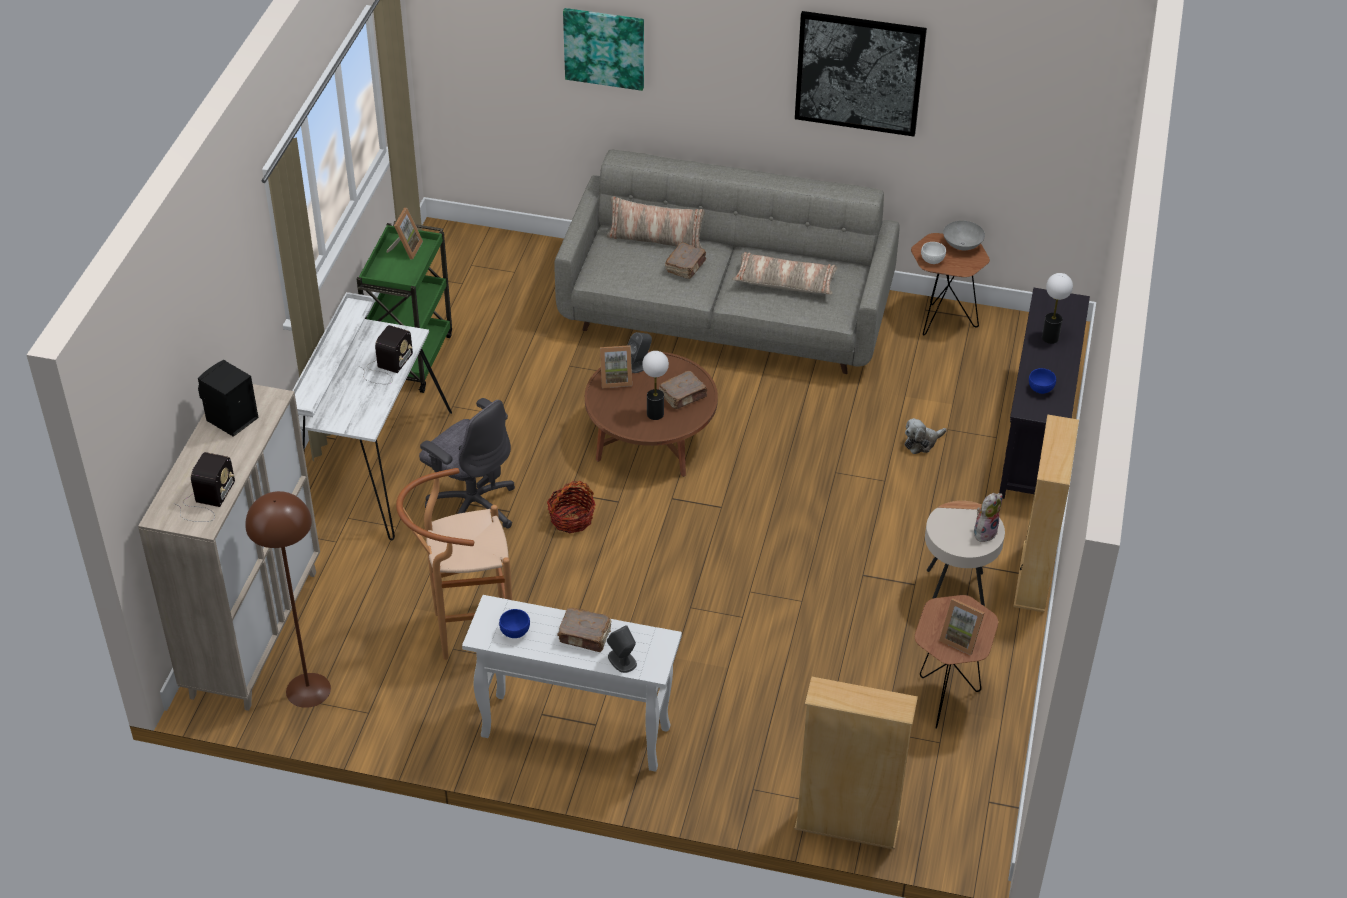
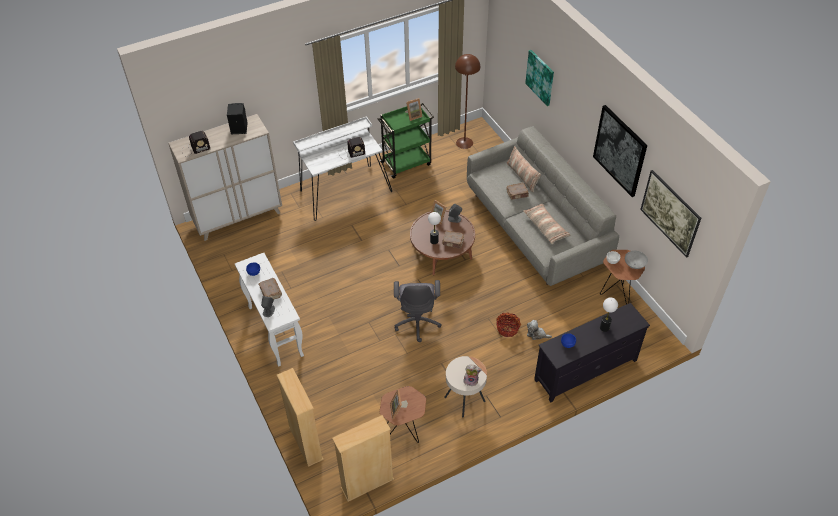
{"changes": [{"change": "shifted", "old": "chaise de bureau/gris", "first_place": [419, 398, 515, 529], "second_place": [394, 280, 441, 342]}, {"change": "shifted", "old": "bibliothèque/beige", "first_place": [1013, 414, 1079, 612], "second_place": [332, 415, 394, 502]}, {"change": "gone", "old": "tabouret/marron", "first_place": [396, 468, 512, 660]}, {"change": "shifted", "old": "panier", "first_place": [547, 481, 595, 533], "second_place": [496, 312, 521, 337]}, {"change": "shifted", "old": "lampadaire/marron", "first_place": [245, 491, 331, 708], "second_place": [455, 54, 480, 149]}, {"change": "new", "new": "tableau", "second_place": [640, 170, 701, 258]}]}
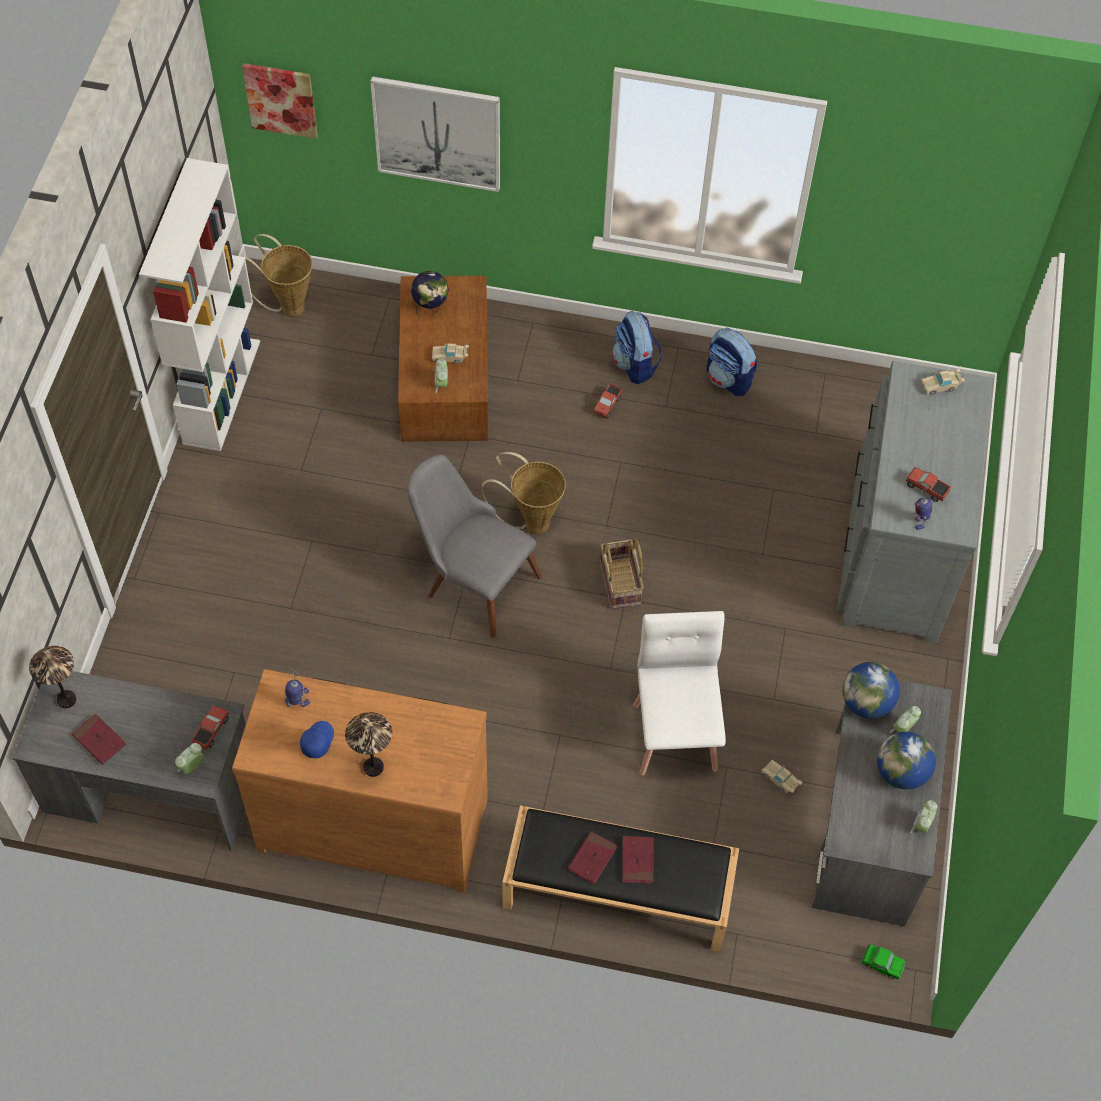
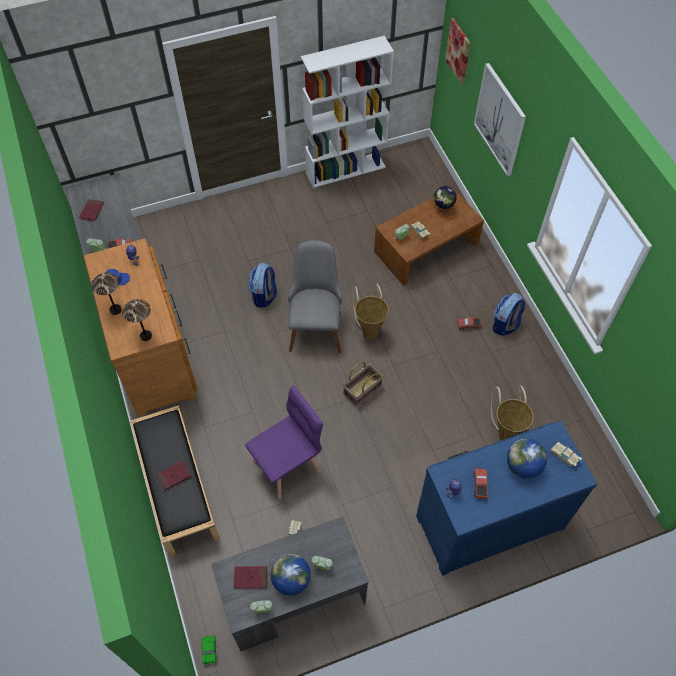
{"changes": [{"change": "shifted", "old": "panier", "first_place": [242, 234, 313, 317], "second_place": [490, 385, 533, 440]}, {"change": "shifted", "old": "sac à dos", "first_place": [706, 328, 757, 396], "second_place": [248, 263, 277, 307]}, {"change": "repainted", "old": "commode/gris", "new": "commode/bleu", "first_place": [837, 361, 993, 643], "second_place": [416, 421, 597, 576]}, {"change": "repainted", "old": "chaise/blanc", "new": "chaise/violet", "first_place": [633, 611, 726, 775], "second_place": [245, 385, 323, 499]}, {"change": "shifted", "old": "lampe de table", "first_place": [29, 646, 76, 708], "second_place": [122, 299, 152, 341]}, {"change": "shifted", "old": "globe", "first_place": [842, 662, 900, 718], "second_place": [507, 439, 547, 478]}, {"change": "shifted", "old": "livre/rouge", "first_place": [567, 831, 618, 884], "second_place": [234, 566, 267, 589]}]}
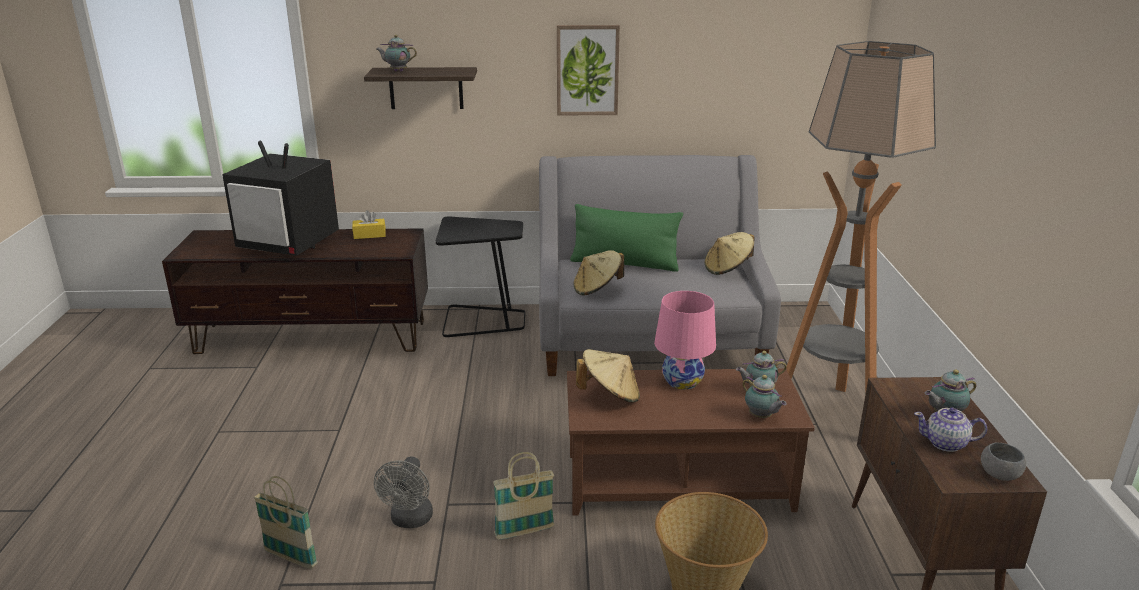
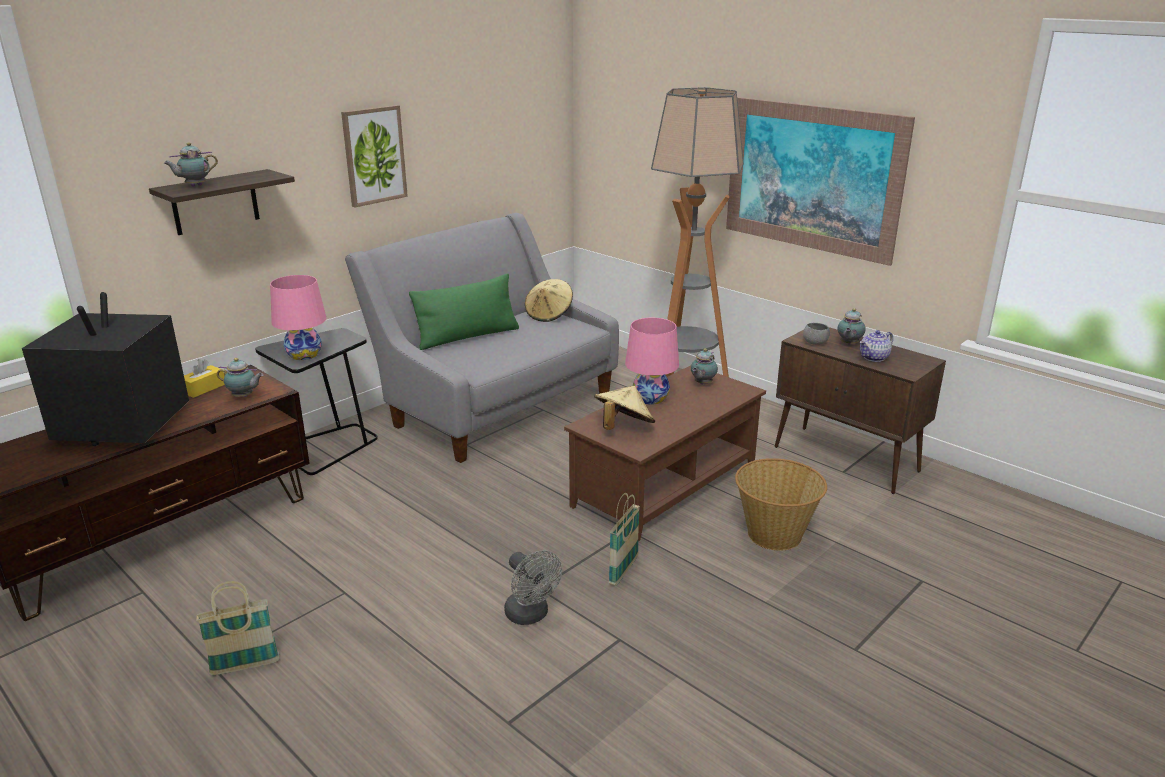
{"changes": [{"change": "rotated", "old": "téléviseur", "first_place": [222, 140, 339, 256], "second_place": [22, 292, 189, 446], "degrees": 120}, {"change": "gone", "old": "chapeau/beige", "first_place": [574, 250, 624, 296]}, {"change": "shifted", "old": "théière", "first_place": [743, 375, 786, 418], "second_place": [217, 358, 263, 397]}, {"change": "shifted", "old": "bol/gris", "first_place": [981, 443, 1026, 481], "second_place": [803, 323, 830, 345]}, {"change": "shifted", "old": "panier", "first_place": [254, 476, 318, 569], "second_place": [196, 581, 279, 675]}, {"change": "new", "new": "tableau", "second_place": [726, 97, 915, 266]}, {"change": "new", "new": "lampe de table/rose", "second_place": [270, 275, 327, 360]}]}
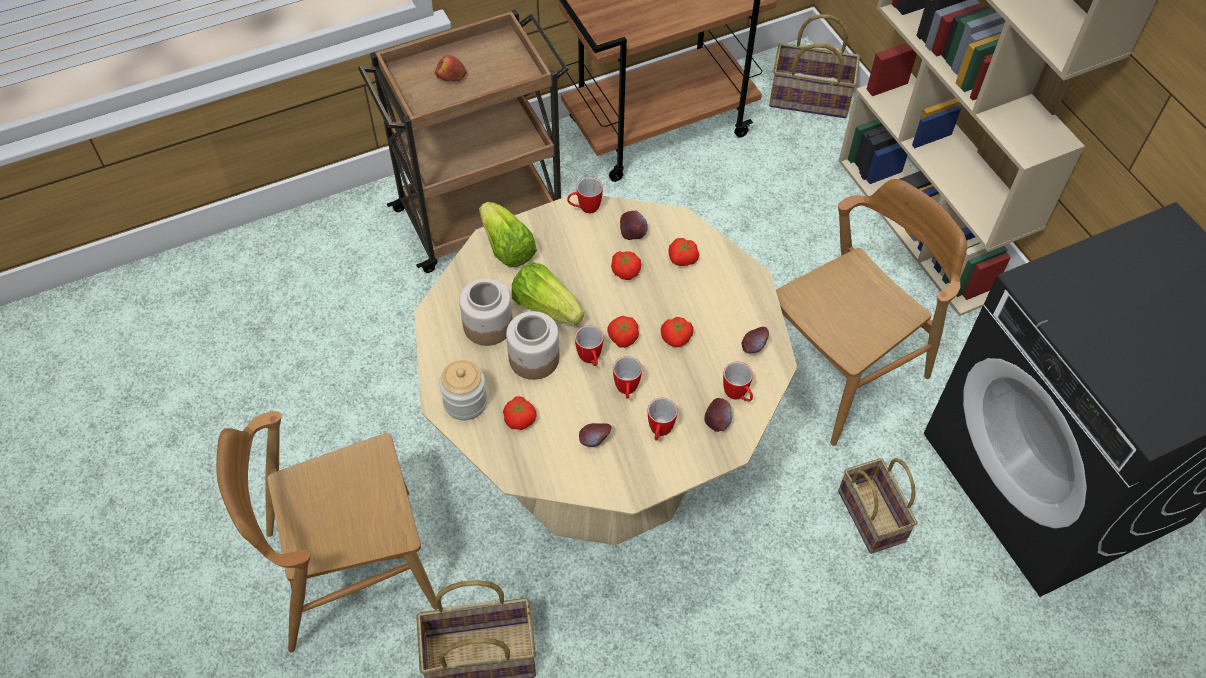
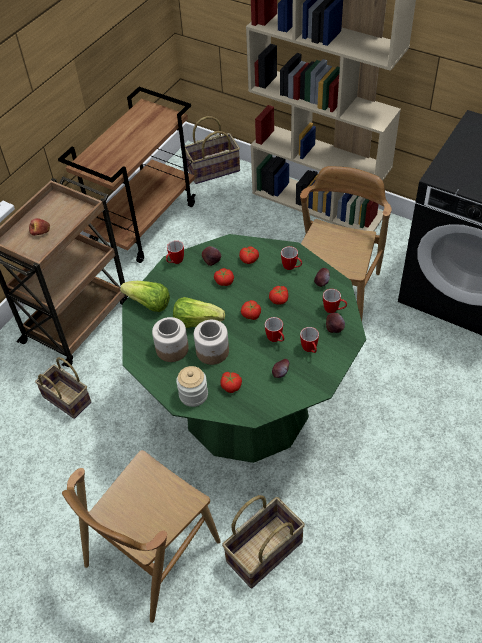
{"changes": [{"change": "repainted", "old": "table à manger/beige", "new": "table à manger/vert", "first_place": [414, 195, 797, 545], "second_place": [122, 234, 366, 463]}, {"change": "shifted", "old": "mug", "first_place": [575, 325, 604, 366], "second_place": [281, 246, 302, 270]}, {"change": "shifted", "old": "panier", "first_place": [838, 458, 917, 554], "second_place": [35, 357, 91, 419]}]}
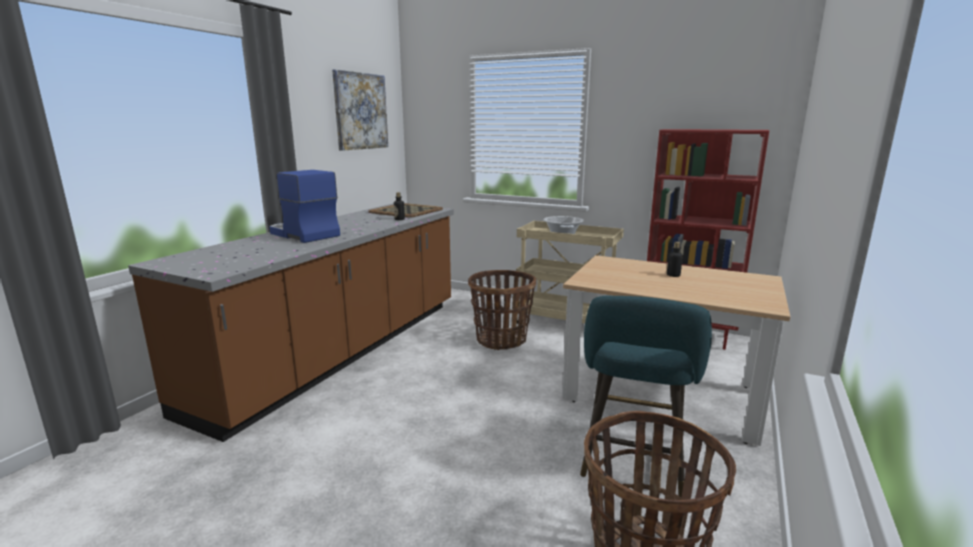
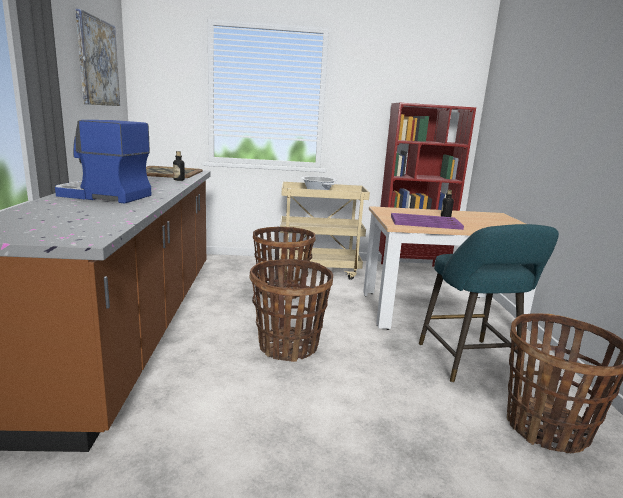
{"changes": [{"change": "new", "new": "plateau/violet", "second_place": [391, 213, 464, 230]}, {"change": "new", "new": "panier", "second_place": [249, 259, 333, 362]}]}
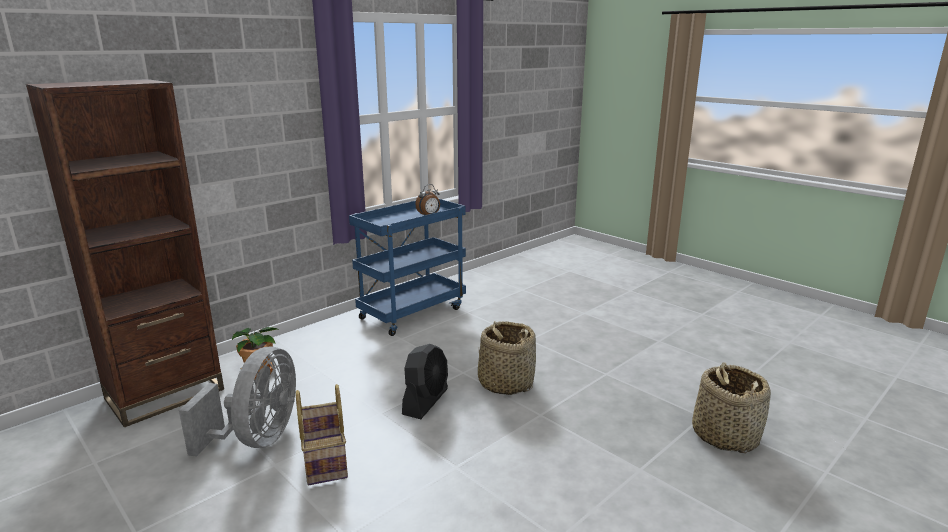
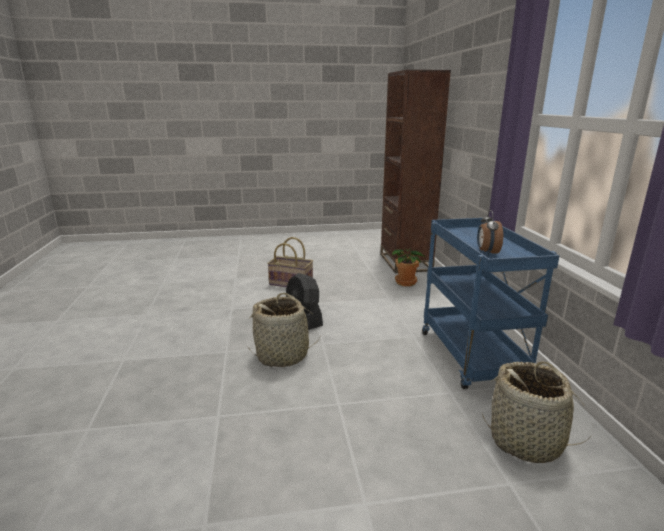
{"changes": [{"change": "gone", "old": "ventilateur/gris", "first_place": [179, 346, 296, 457]}, {"change": "shifted", "old": "panier", "first_place": [692, 363, 771, 453], "second_place": [482, 362, 592, 463]}]}
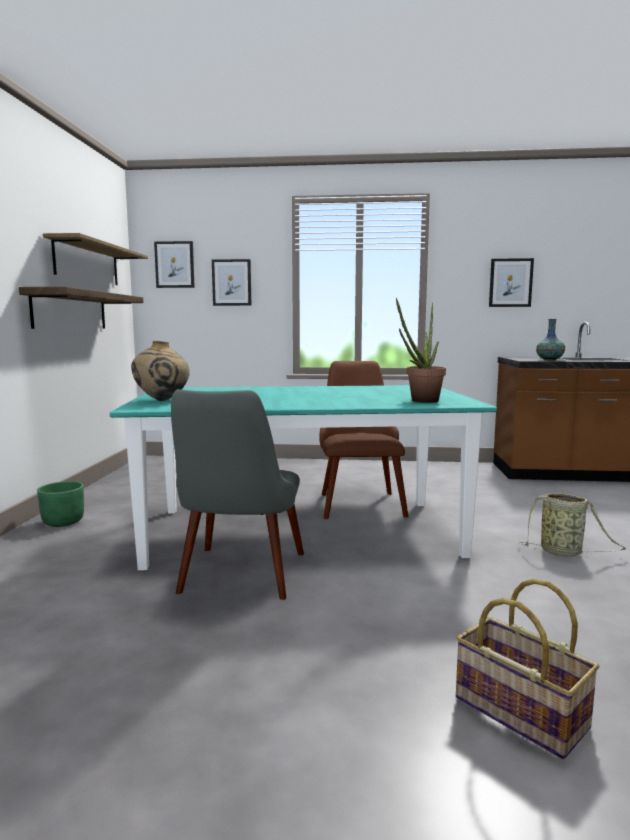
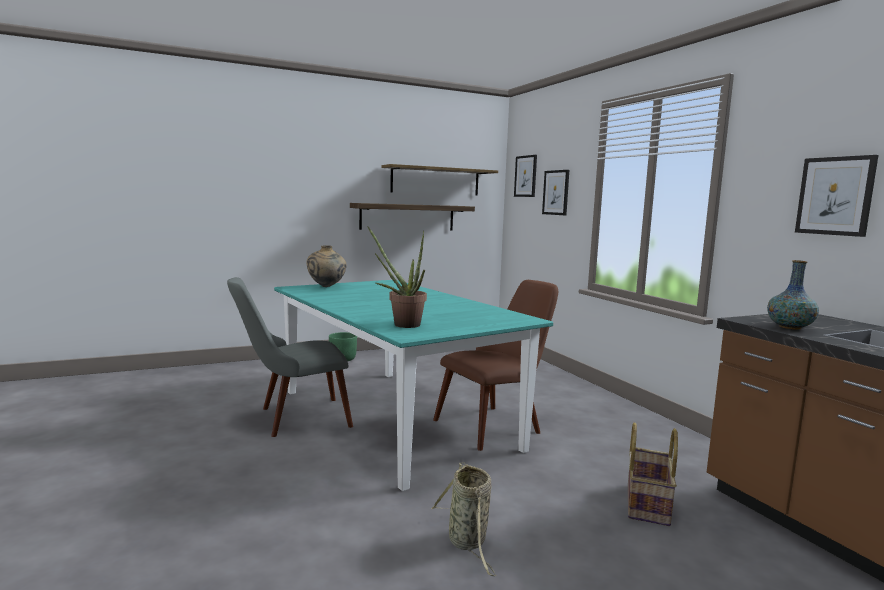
{"changes": [{"change": "shifted", "old": "panier", "first_place": [456, 578, 600, 759], "second_place": [628, 423, 678, 526]}]}
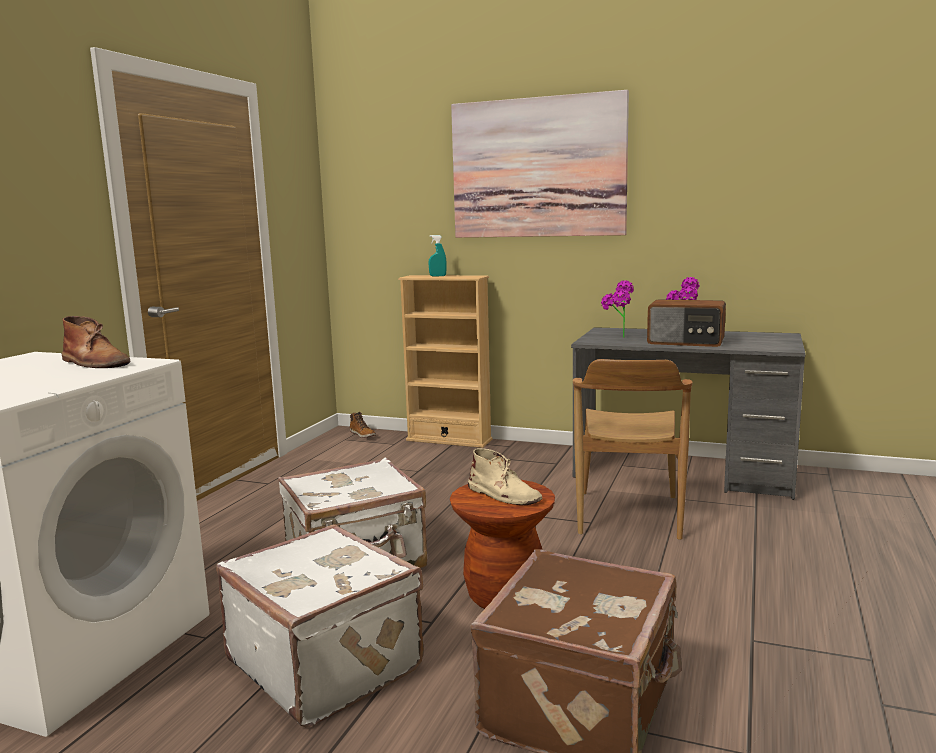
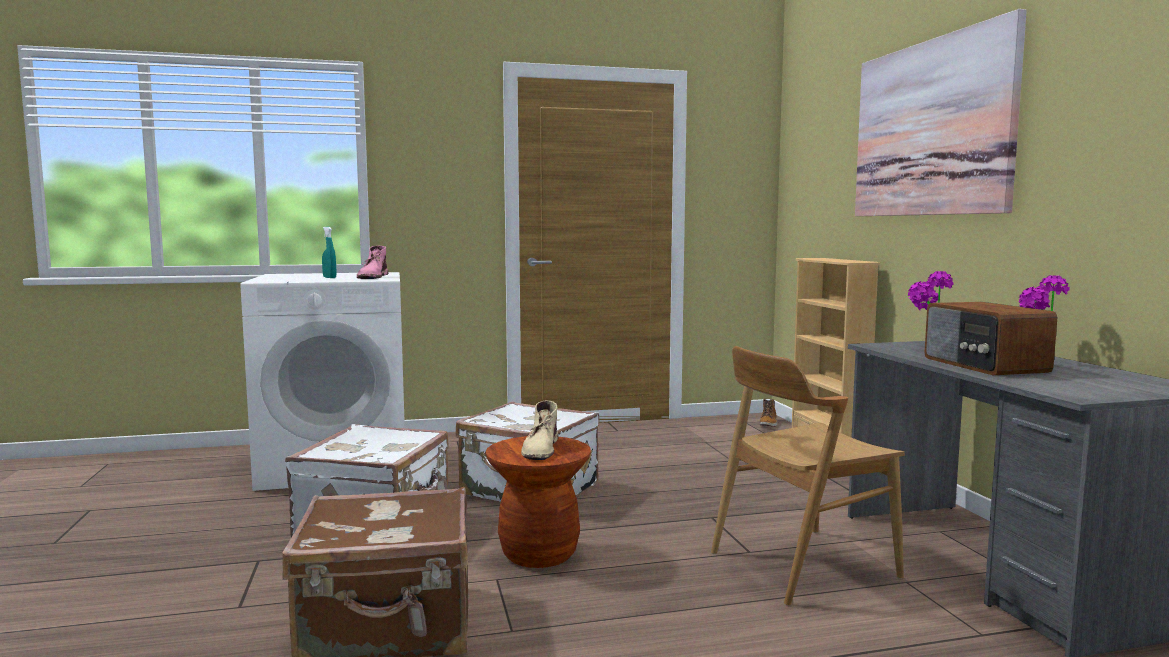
{"changes": [{"change": "shifted", "old": "vaporisateur/turquoise", "first_place": [428, 235, 447, 276], "second_place": [322, 227, 336, 278]}, {"change": "repainted", "old": "botte/marron", "new": "botte/rose", "first_place": [62, 316, 130, 368], "second_place": [357, 246, 388, 279]}]}
